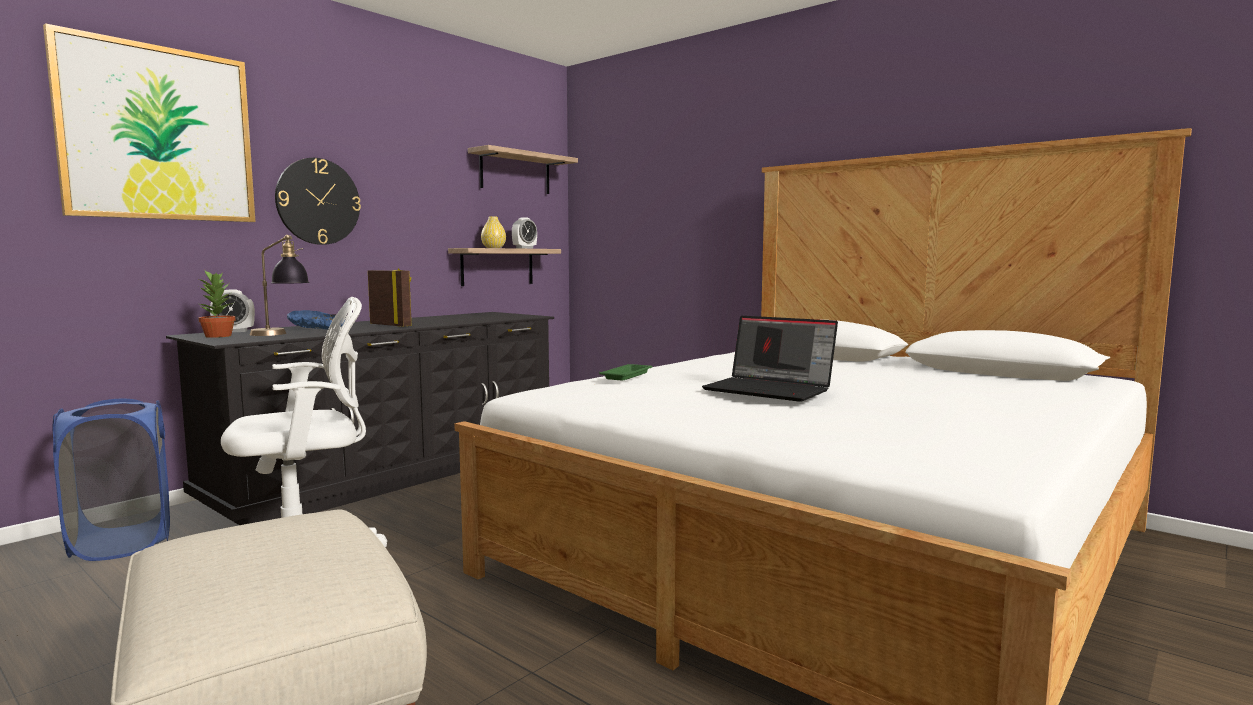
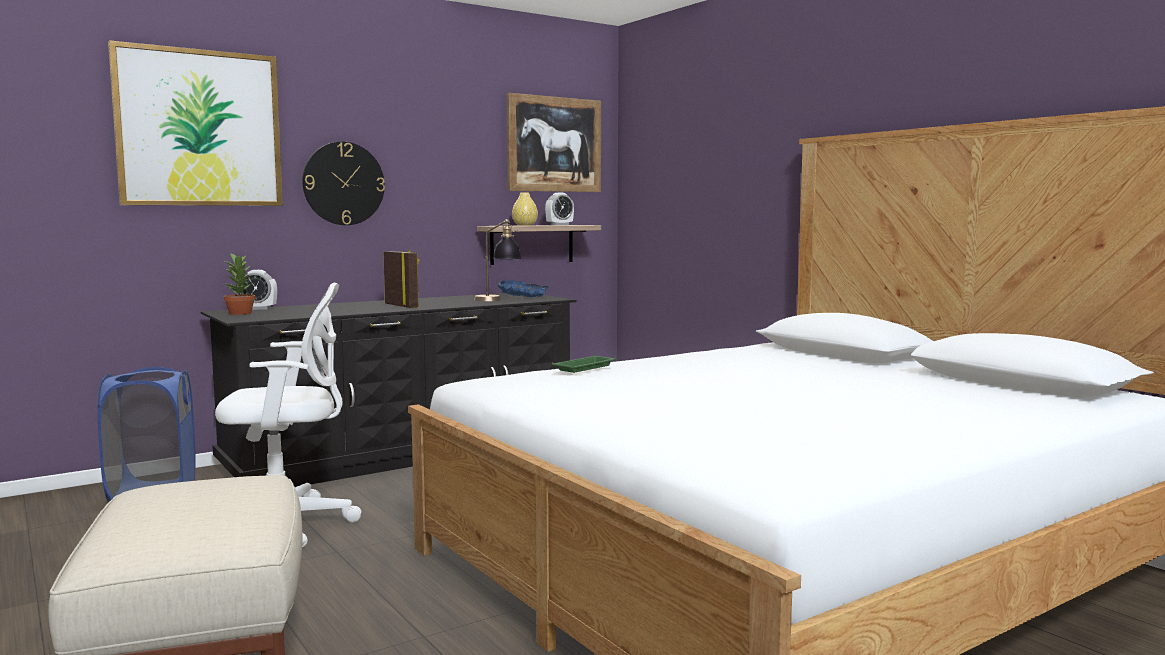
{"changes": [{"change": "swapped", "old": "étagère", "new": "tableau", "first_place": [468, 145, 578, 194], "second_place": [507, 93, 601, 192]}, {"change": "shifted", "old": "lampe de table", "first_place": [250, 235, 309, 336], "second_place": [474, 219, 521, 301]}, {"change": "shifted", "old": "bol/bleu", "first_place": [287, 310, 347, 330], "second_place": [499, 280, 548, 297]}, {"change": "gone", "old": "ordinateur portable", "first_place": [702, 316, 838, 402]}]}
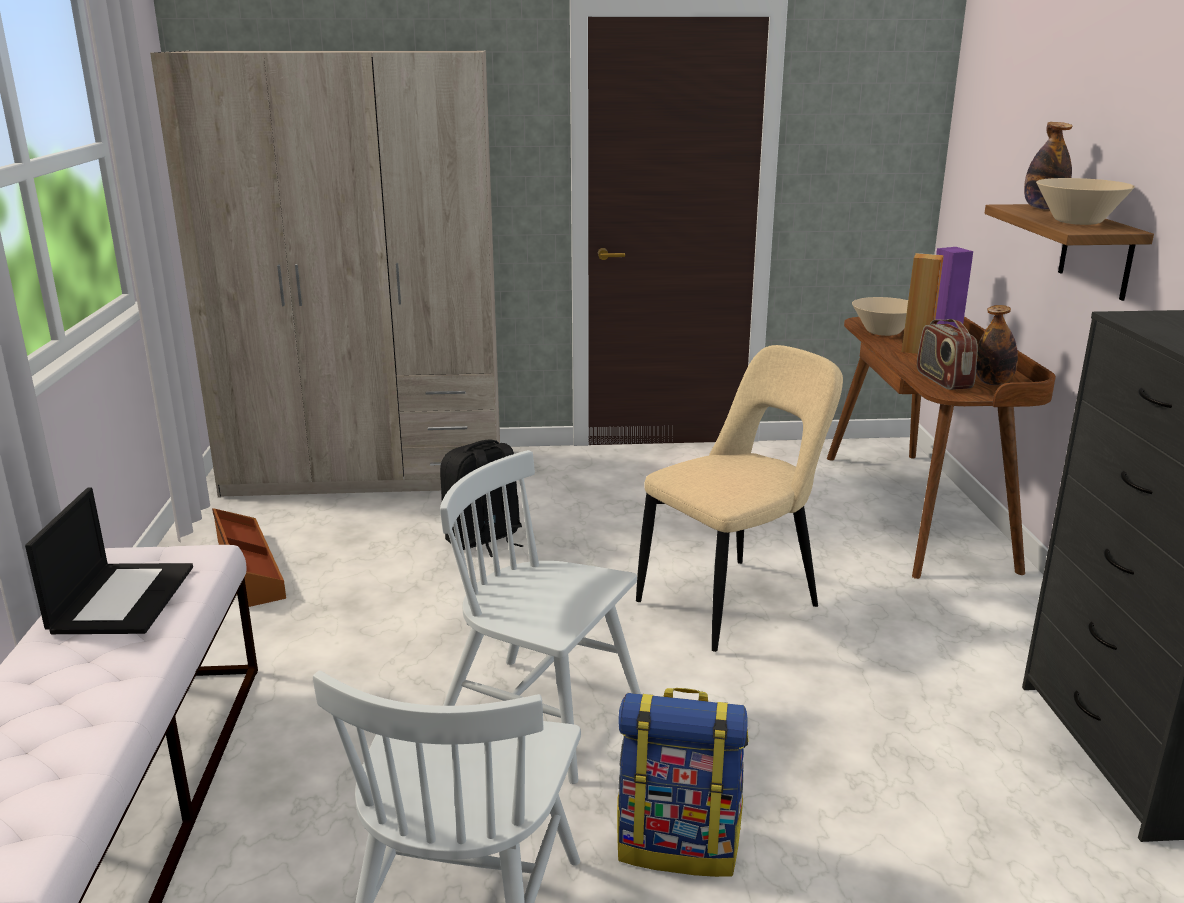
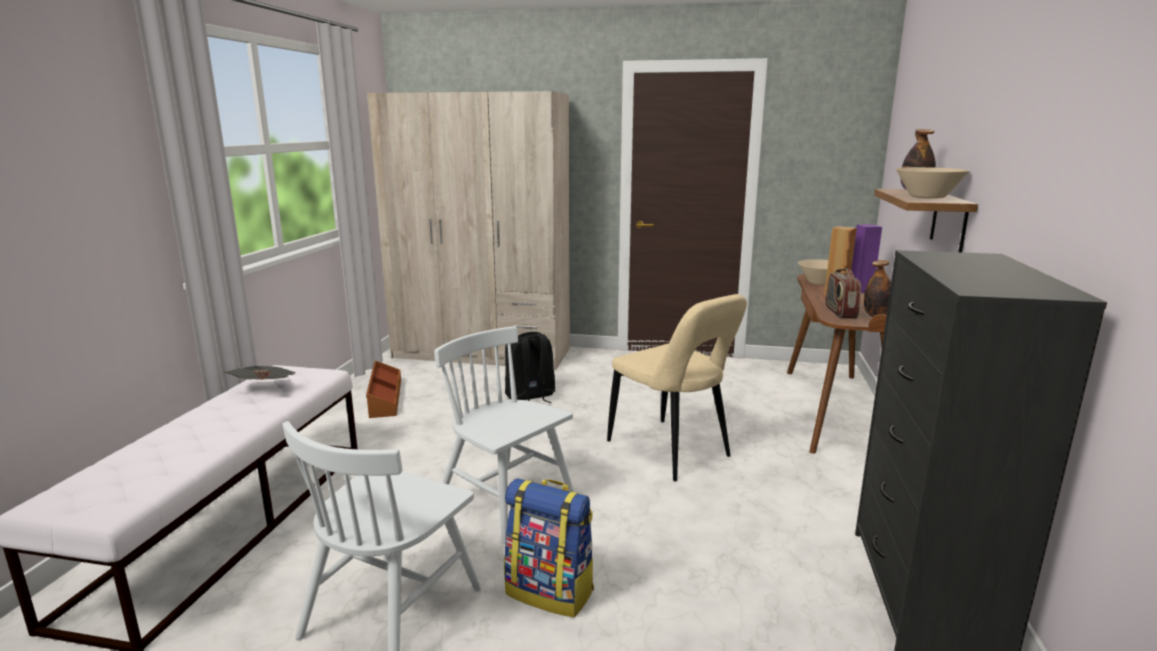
{"changes": [{"change": "rotated", "old": "chaise/beige", "first_place": [636, 345, 843, 652], "second_place": [607, 294, 747, 481], "degrees": 75}, {"change": "swapped", "old": "ordinateur portable", "new": "journal", "first_place": [25, 488, 193, 634], "second_place": [223, 366, 296, 380]}]}
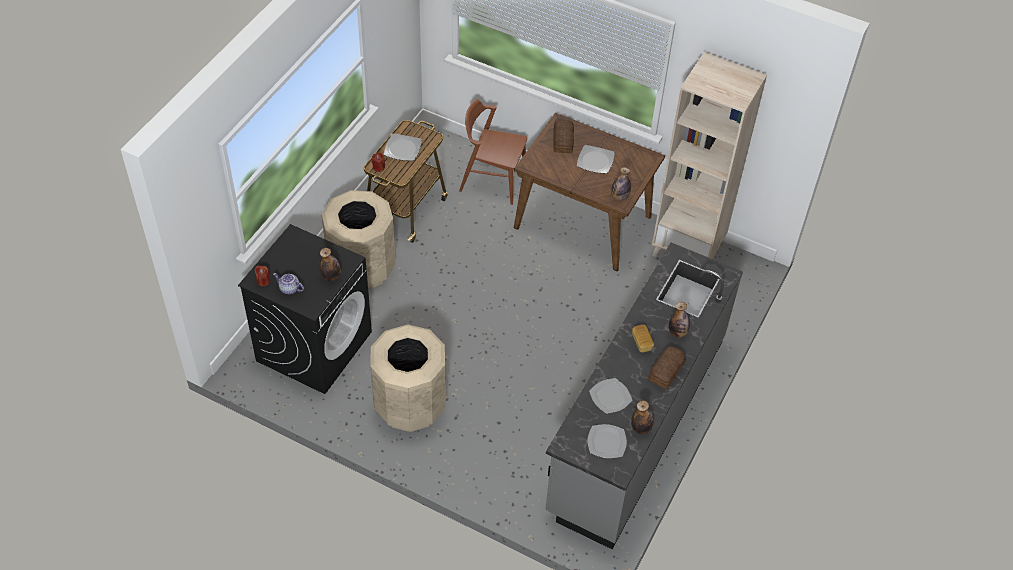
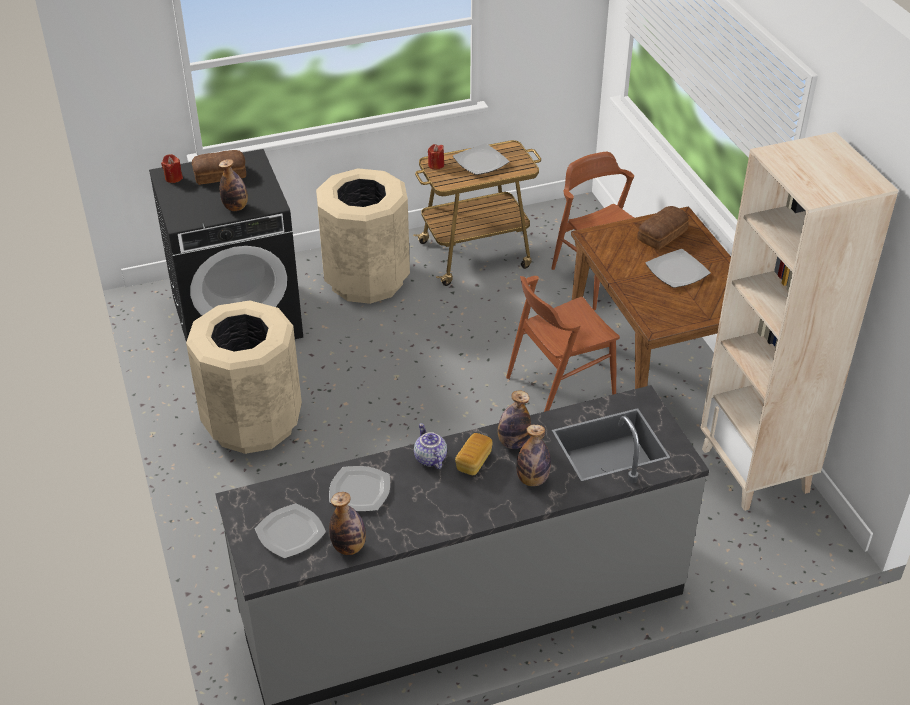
{"changes": [{"change": "shifted", "old": "bouteille", "first_place": [611, 167, 631, 201], "second_place": [498, 390, 531, 449]}, {"change": "shifted", "old": "théière", "first_place": [273, 273, 304, 294], "second_place": [414, 423, 447, 469]}, {"change": "shifted", "old": "pain", "first_place": [648, 346, 686, 389], "second_place": [192, 150, 246, 185]}, {"change": "new", "new": "chaise/marron", "second_place": [506, 276, 620, 412]}]}
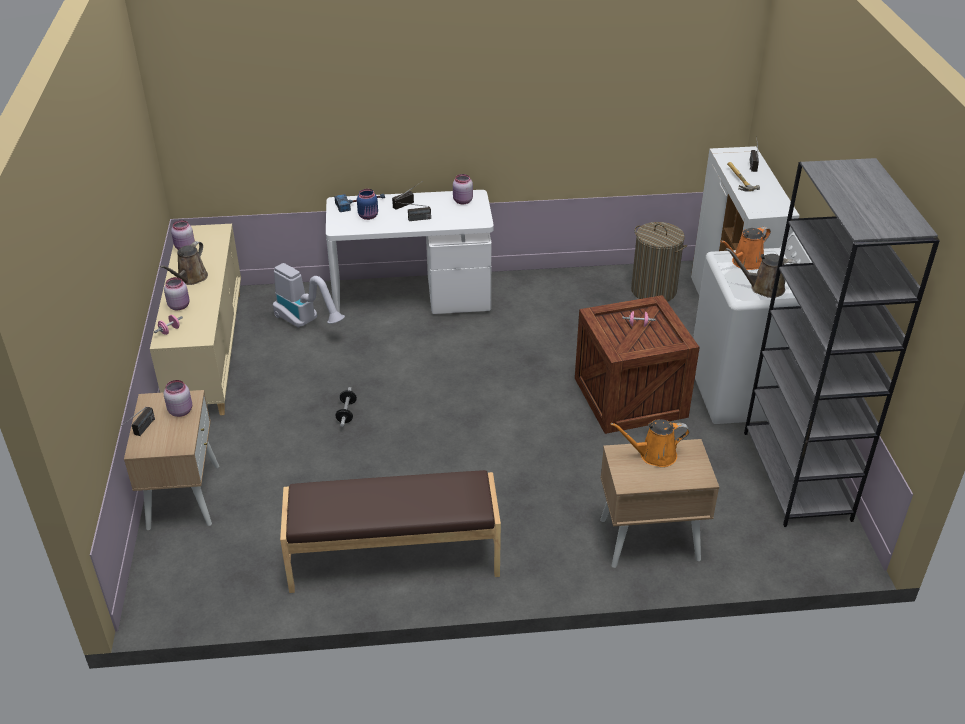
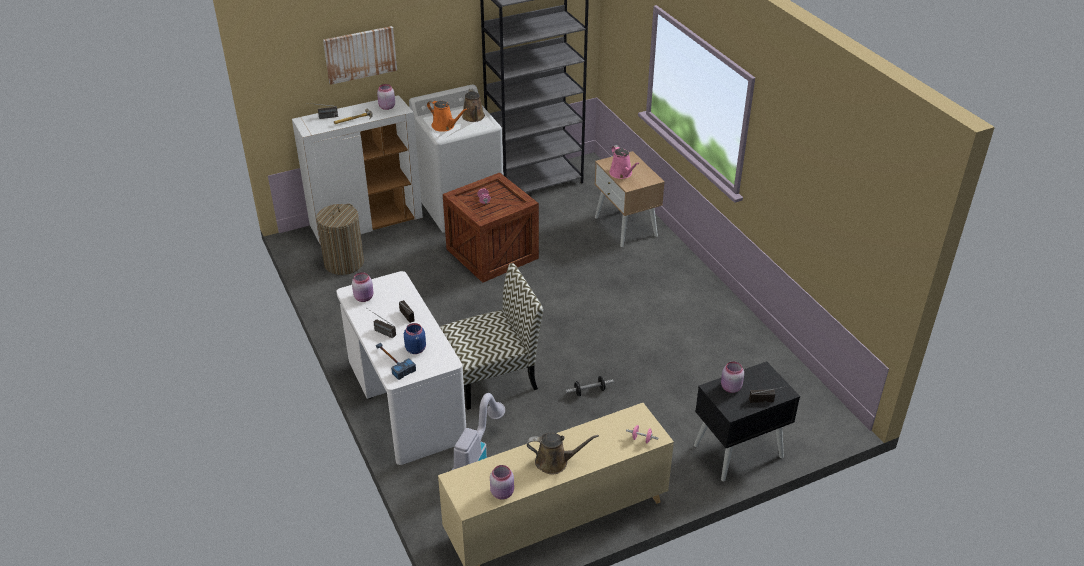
{"changes": [{"change": "shifted", "old": "bocal/rose", "first_place": [164, 277, 189, 310], "second_place": [377, 84, 395, 110]}, {"change": "repainted", "old": "table de chevet/beige", "new": "table de chevet/noir", "first_place": [124, 390, 219, 530], "second_place": [694, 361, 800, 481]}, {"change": "repainted", "old": "arrosoir/orange", "new": "arrosoir/rose", "first_place": [610, 419, 689, 467], "second_place": [610, 145, 639, 179]}, {"change": "gone", "old": "banc/marron", "first_place": [280, 470, 501, 593]}, {"change": "new", "new": "tableau", "second_place": [323, 26, 397, 85]}, {"change": "new", "new": "chaise", "second_place": [440, 263, 543, 410]}]}
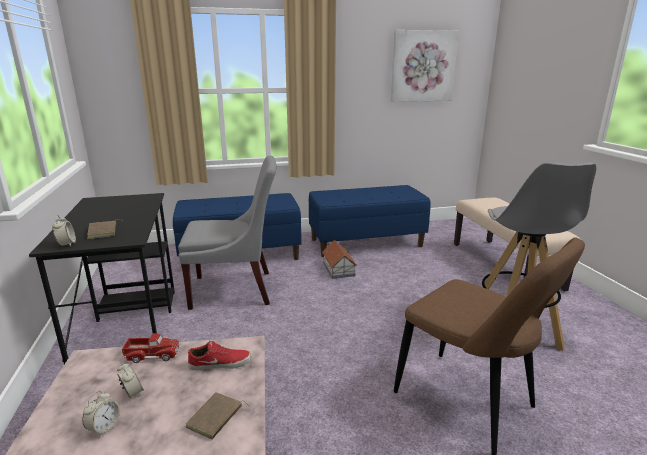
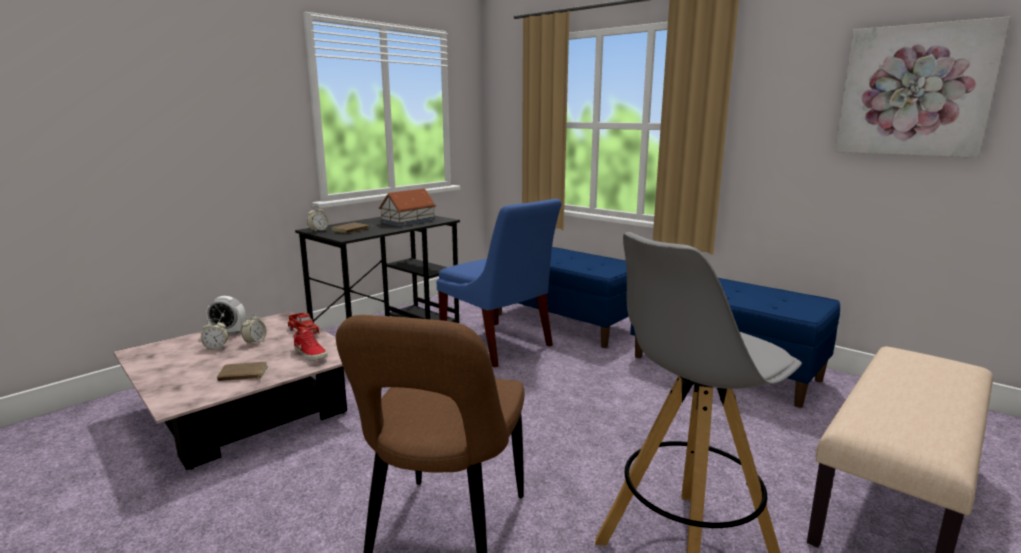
{"changes": [{"change": "repainted", "old": "chaise/gris", "new": "chaise/bleu", "first_place": [178, 156, 277, 310], "second_place": [437, 199, 562, 367]}, {"change": "shifted", "old": "maison miniature", "first_place": [322, 240, 357, 279], "second_place": [379, 189, 436, 226]}, {"change": "new", "new": "réveil", "second_place": [206, 296, 246, 335]}]}
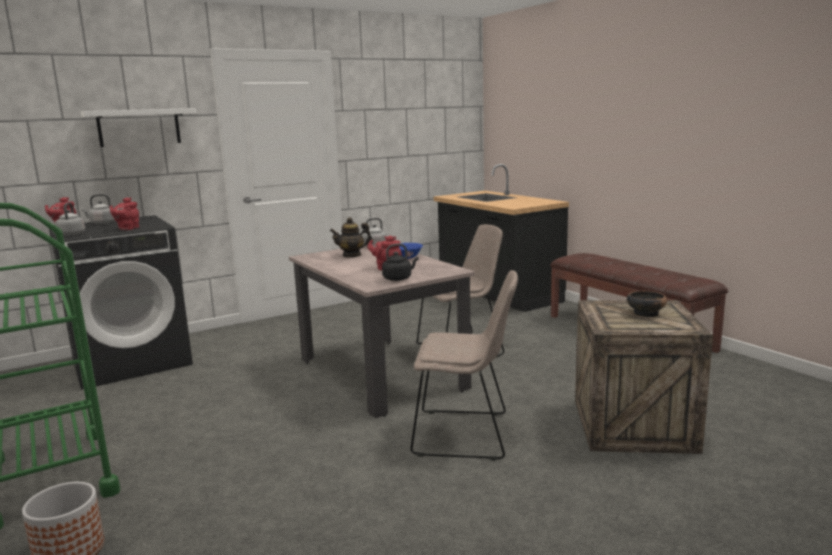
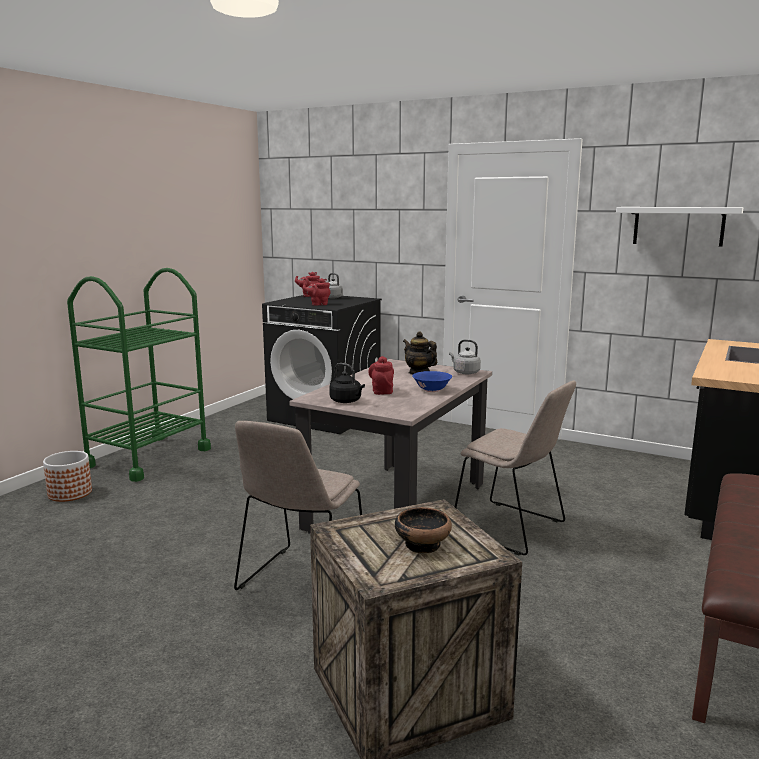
{"changes": [{"change": "shifted", "old": "étagère/blanc", "first_place": [81, 108, 197, 147], "second_place": [616, 207, 743, 247]}, {"change": "gone", "old": "bouilloire/gris", "first_place": [55, 202, 85, 236]}, {"change": "rotated", "old": "chaise/beige", "first_place": [410, 270, 518, 461], "second_place": [234, 421, 362, 590], "degrees": 45}]}
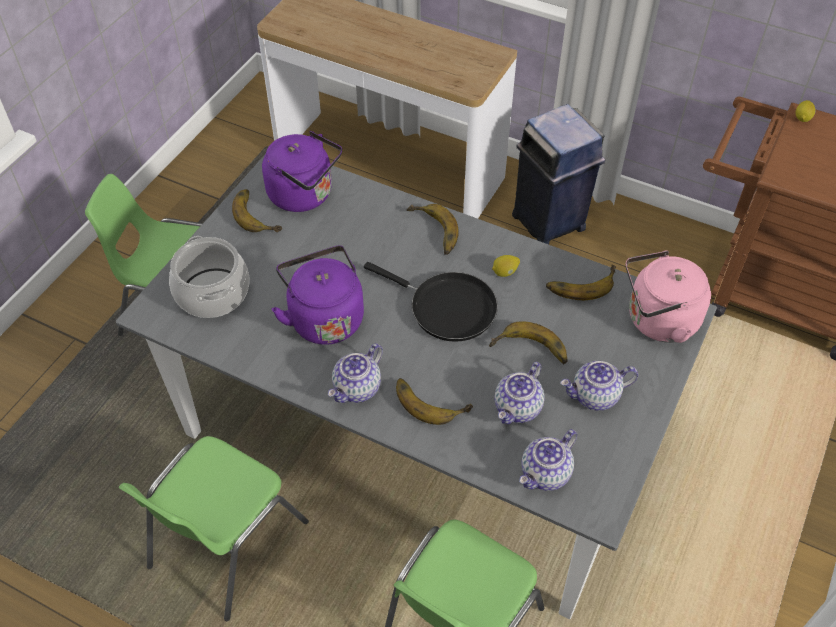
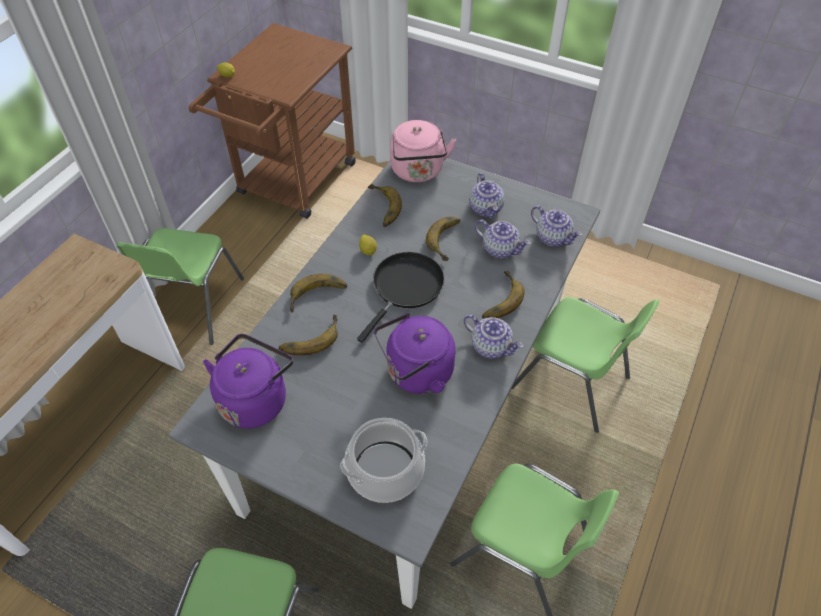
{"changes": [{"change": "swapped", "old": "poubelle/bleu", "new": "chaise/vert", "first_place": [512, 104, 605, 245], "second_place": [116, 228, 244, 345]}, {"change": "shifted", "old": "banane", "first_place": [232, 189, 282, 232], "second_place": [279, 314, 338, 356]}]}
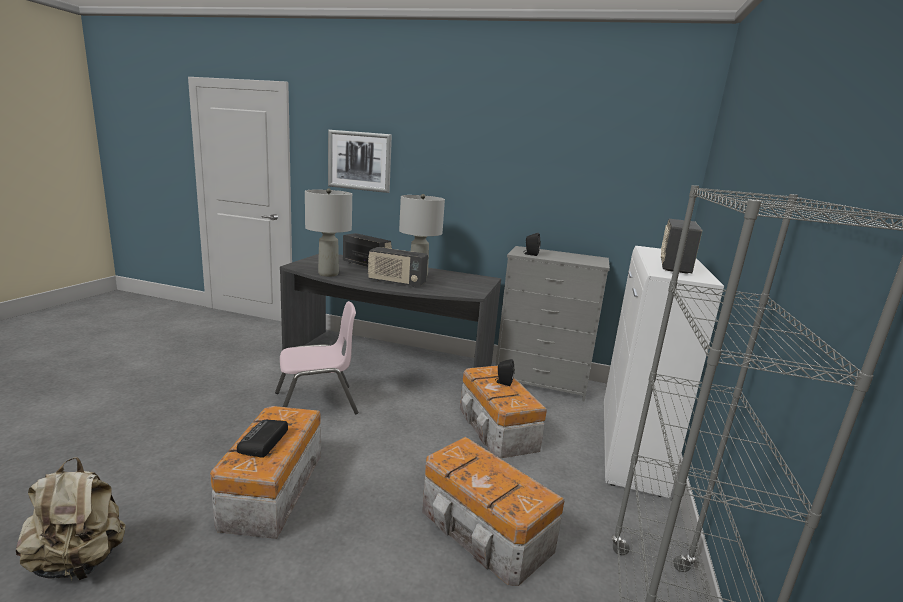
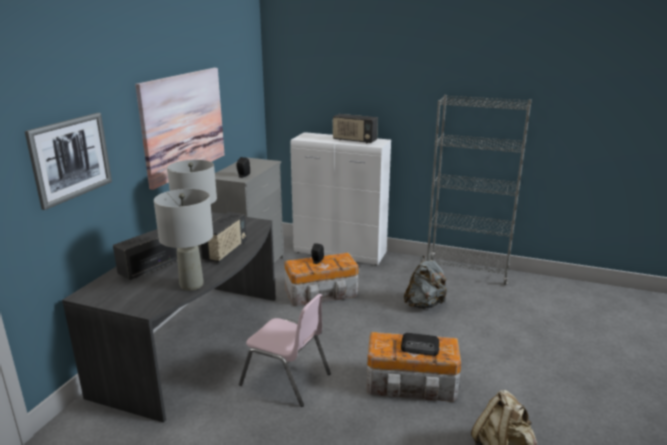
{"changes": [{"change": "rotated", "old": "chaise/rose", "first_place": [275, 301, 358, 414], "second_place": [239, 294, 331, 407], "degrees": 135}, {"change": "swapped", "old": "boîte de rangement", "new": "sac à dos/gris", "first_place": [422, 437, 564, 586], "second_place": [404, 255, 448, 309]}, {"change": "new", "new": "tableau", "second_place": [135, 68, 225, 190]}]}
